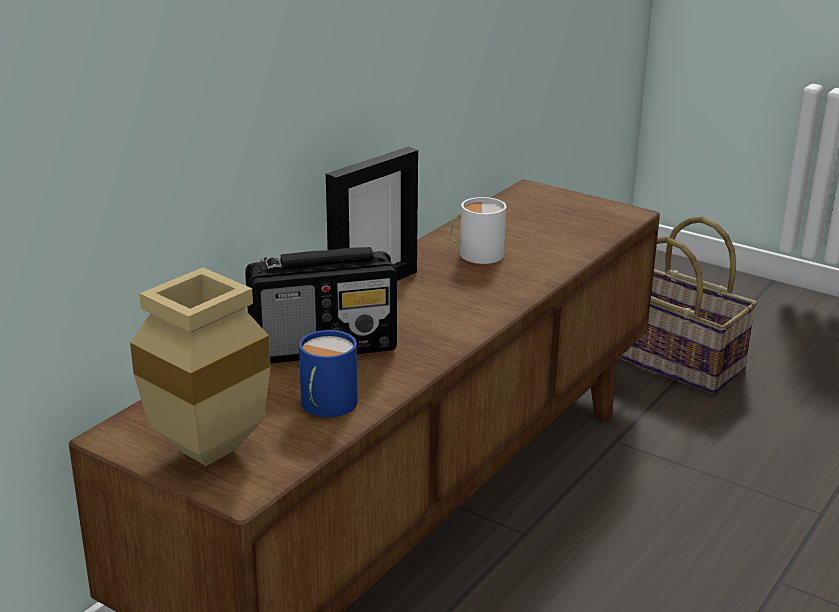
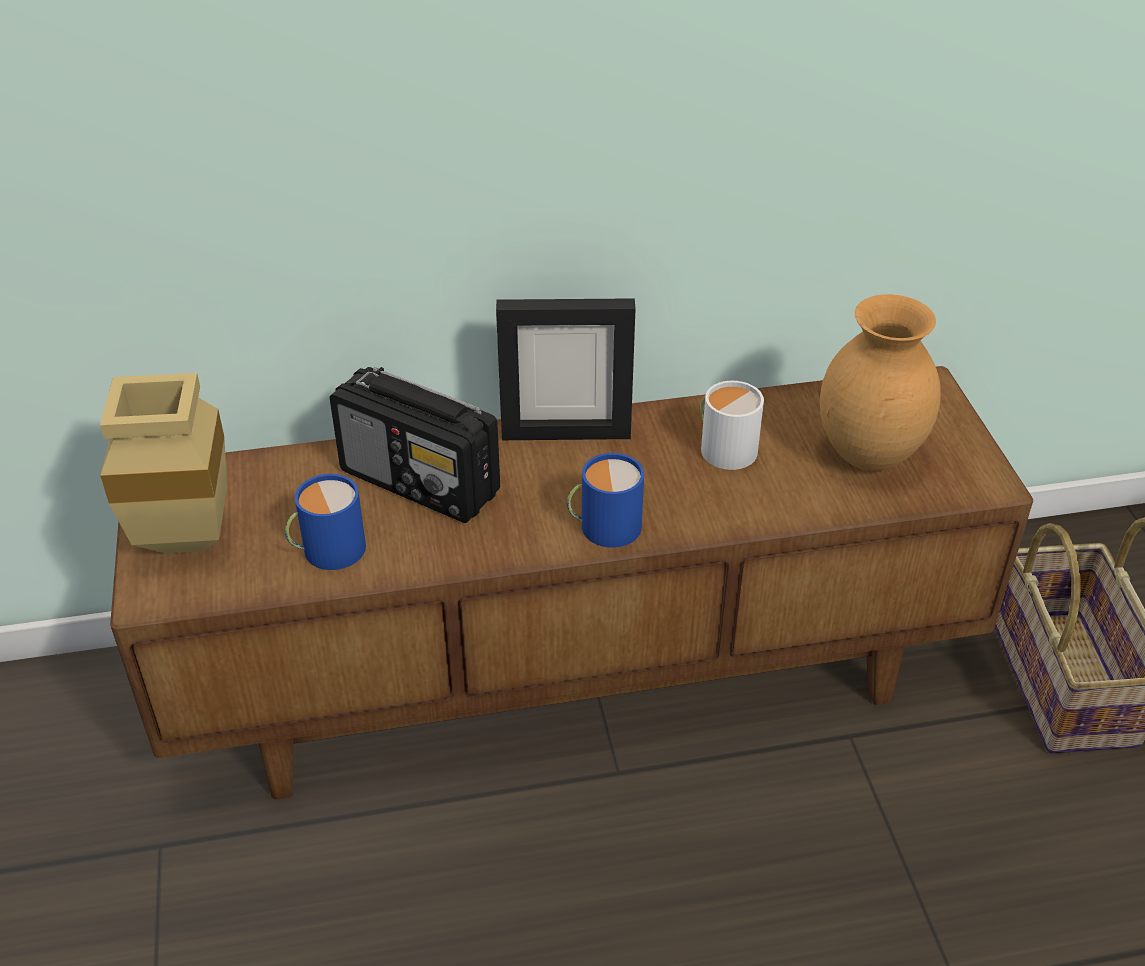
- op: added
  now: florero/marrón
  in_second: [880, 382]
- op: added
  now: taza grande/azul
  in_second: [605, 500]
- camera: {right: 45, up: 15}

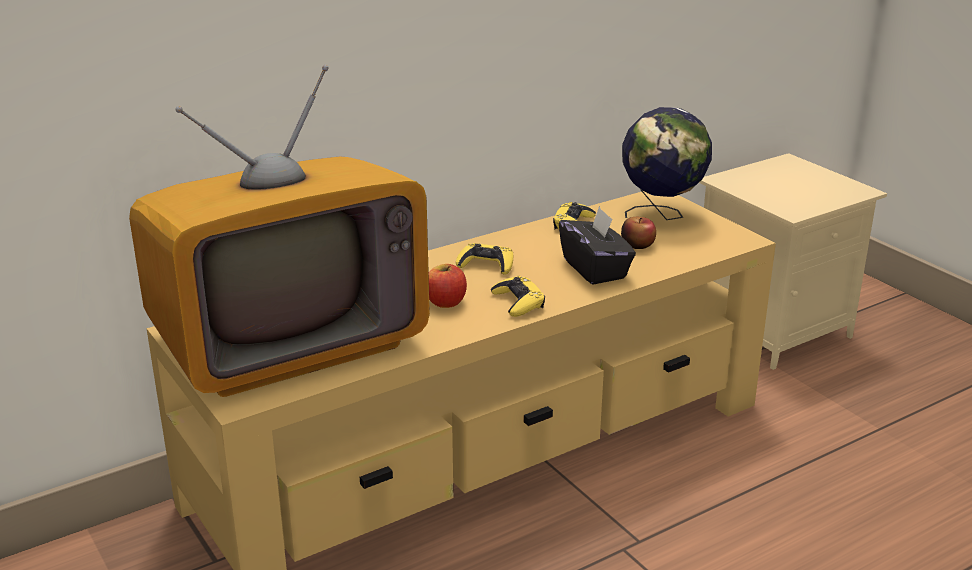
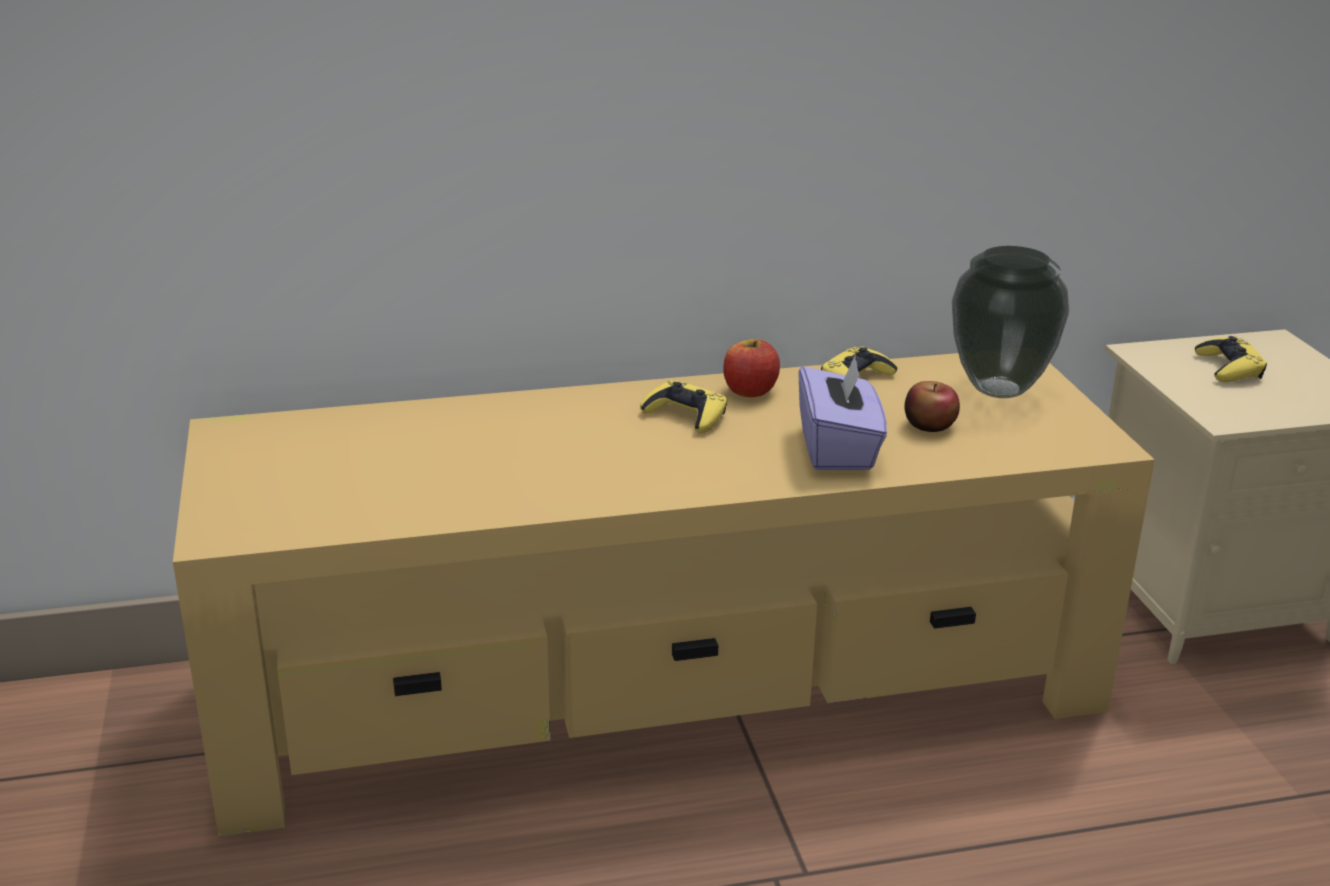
- op: removed
  was: televisor
  in_first: [279, 231]
- op: replaced
  was: globo terráqueo
  now: florero
  in_first: [667, 163]
  in_second: [1010, 322]
- op: recoloured
  was: caja de pañuelos/negro
  now: caja de pañuelos/morado
  in_first: [597, 245]
  in_second: [842, 412]
- op: moved
  was: manzana
  in_first: [448, 286]
  in_second: [751, 368]
- op: moved
  was: mando de consola/amarillo
  in_first: [518, 296]
  in_second: [1231, 359]
- camera: {right: 20, up: 0}

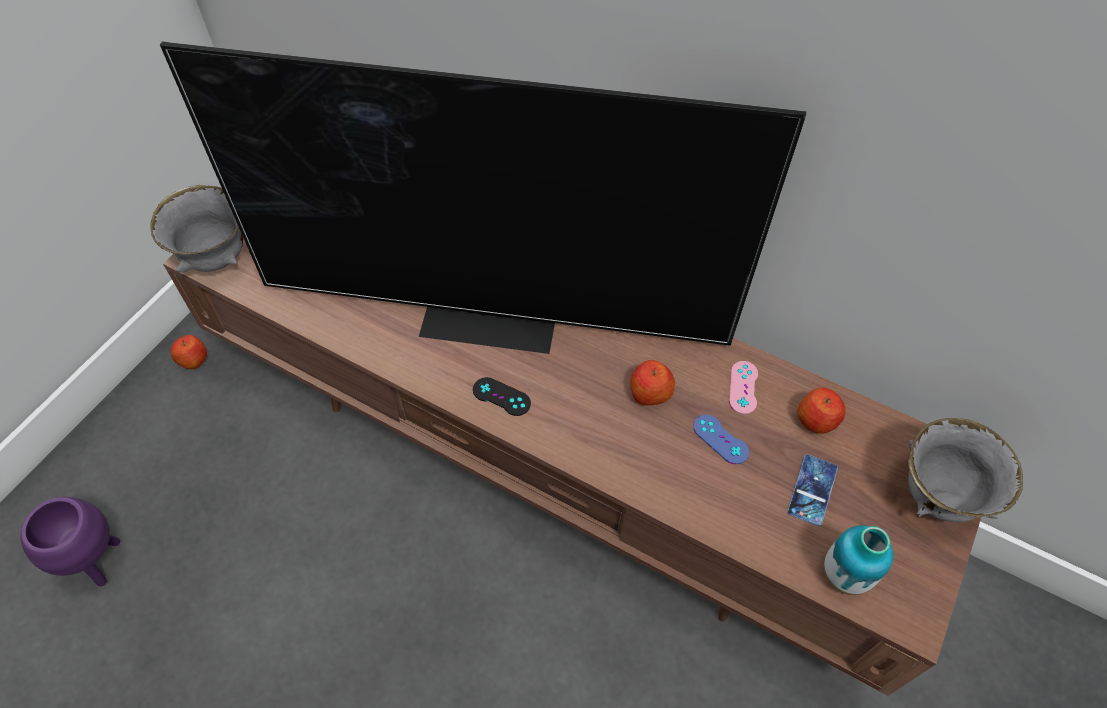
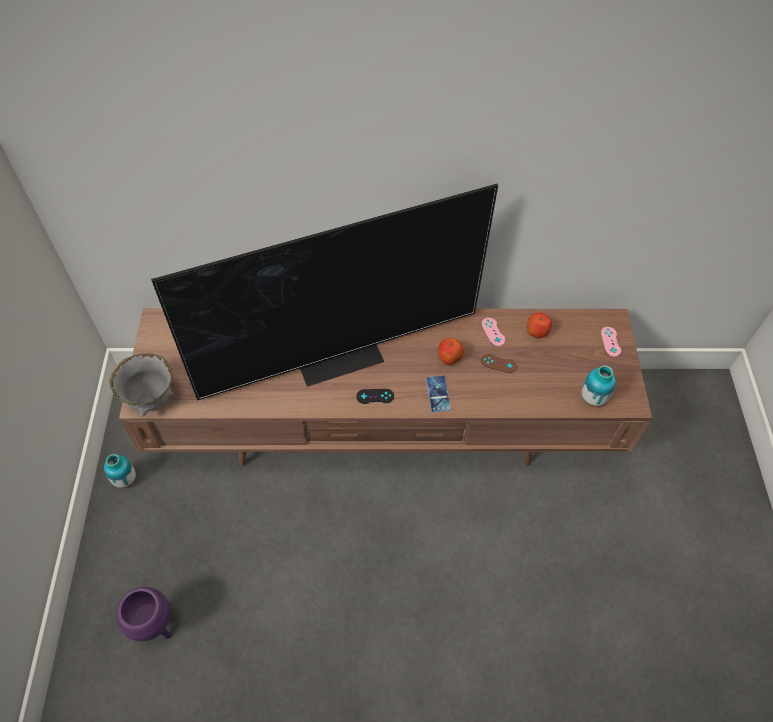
- op: replaced
  was: manzana
  now: florero
  in_first: [189, 352]
  in_second: [120, 471]
- op: recoloured
  was: mando de consola/azul
  now: mando de consola/marrón
  in_first: [721, 439]
  in_second: [499, 363]
- op: replaced
  was: cuenco/gris
  now: mando de consola/rosa
  in_first: [965, 470]
  in_second: [611, 342]
- op: moved
  was: móvil
  in_first: [812, 490]
  in_second: [438, 394]
- camera: {right: -30, up: 0}

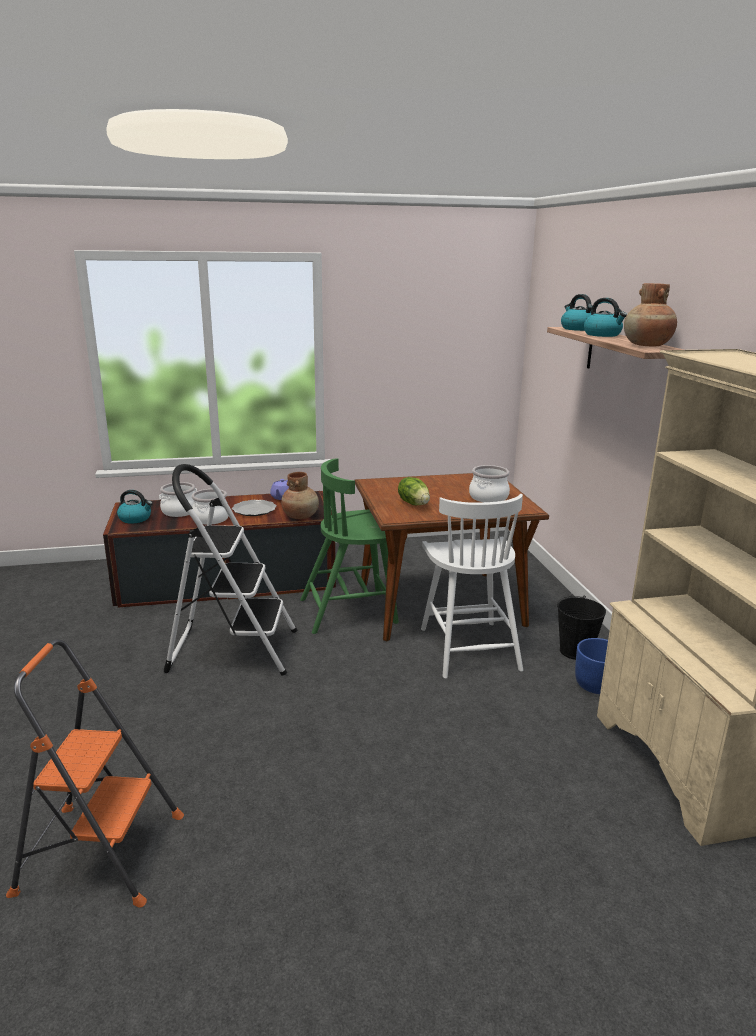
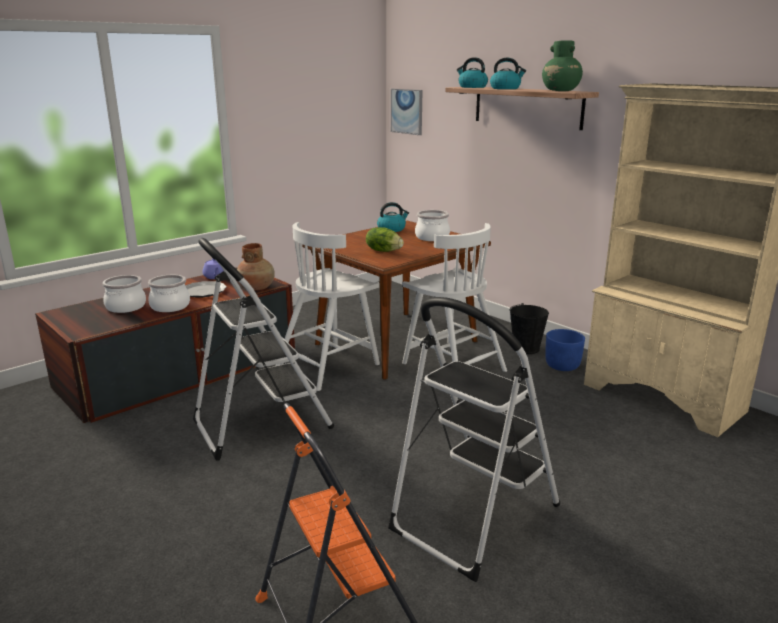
- op: recoloured
  was: florero/marrón
  now: florero/verde
  in_first: [650, 314]
  in_second: [562, 65]
- op: recoloured
  was: silla/verde
  now: silla/blanco
  in_first: [349, 546]
  in_second: [328, 306]
- op: moved
  was: hervidor
  in_first: [135, 507]
  in_second: [393, 217]
- op: added
  now: cuadro
  in_second: [407, 112]
- op: added
  now: escalera de tijera
  in_second: [474, 439]
- camera: {right: -30, up: 0}

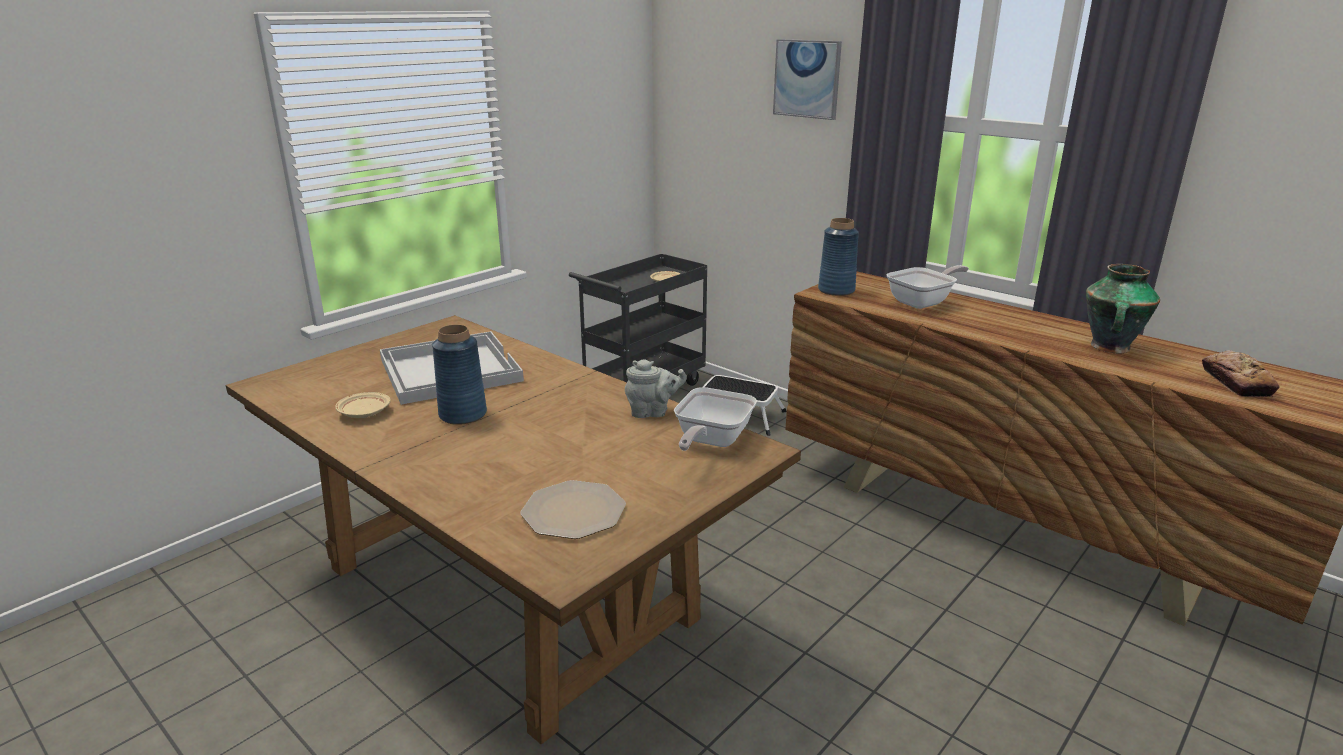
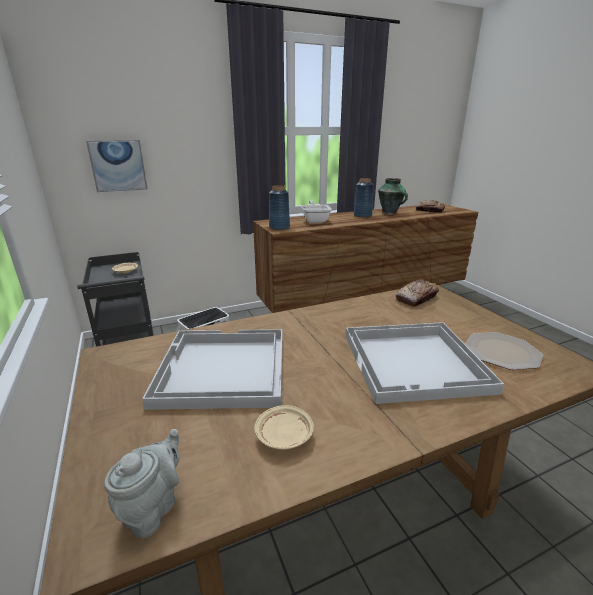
- op: moved
  was: cuadro
  in_first: [807, 79]
  in_second: [116, 166]
- op: moved
  was: florero/azul
  in_first: [459, 375]
  in_second: [364, 198]
- op: moved
  was: tetera/gris
  in_first: [656, 389]
  in_second: [142, 484]
- op: replaced
  was: sartén
  now: pan
  in_first: [715, 419]
  in_second: [417, 293]
- op: added
  now: bandeja/blanco
  in_second: [424, 363]
- camera: {right: -65, up: 0}

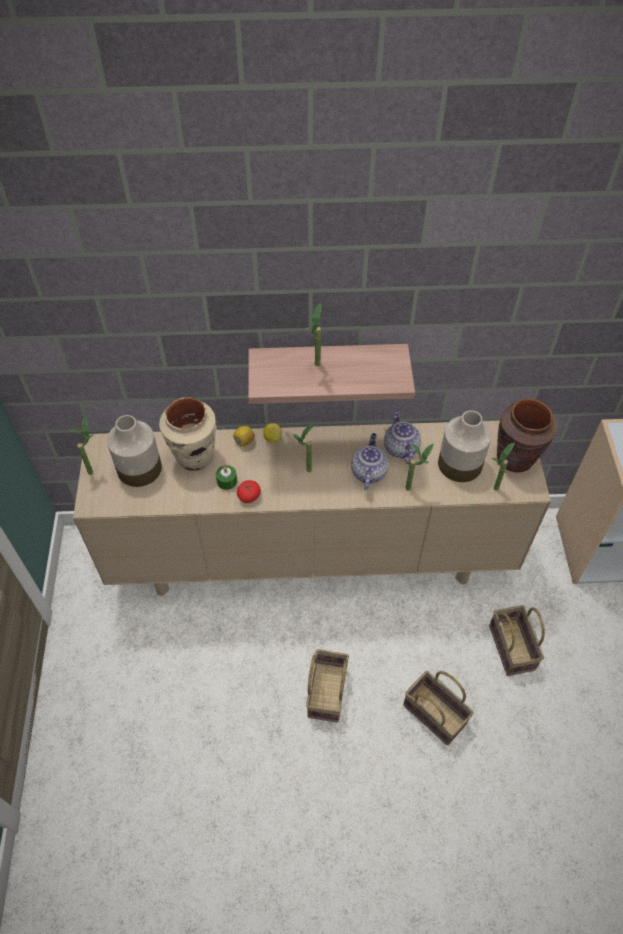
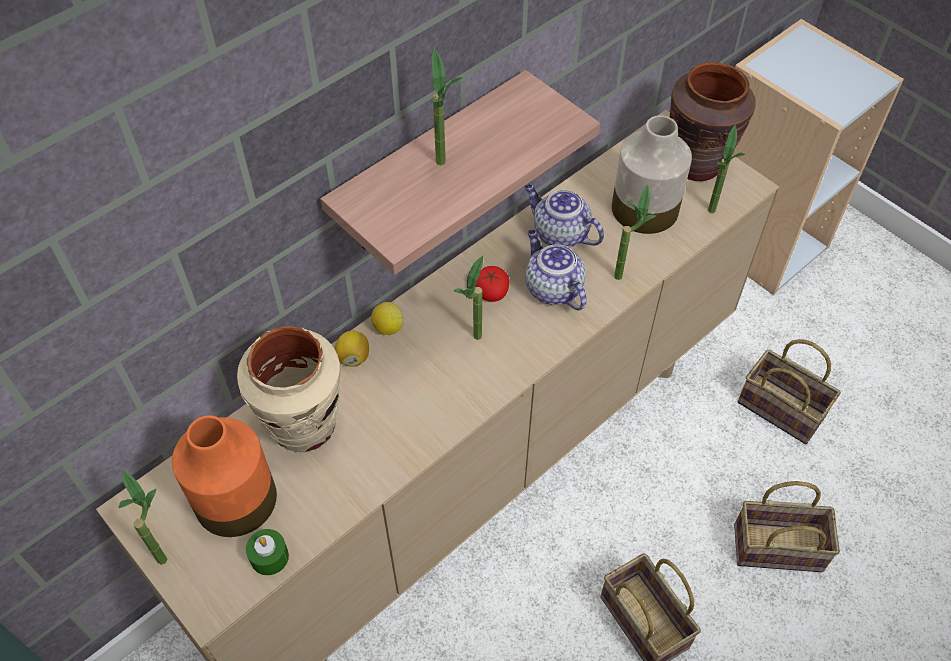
- op: recoloured
  was: florero/beis
  now: florero/naranja
  in_first: [134, 451]
  in_second: [224, 476]
- op: moved
  was: vela/verde
  in_first: [226, 477]
  in_second: [267, 552]
- op: moved
  was: tomate
  in_first: [249, 491]
  in_second: [493, 284]
- camera: {right: -40, up: 0}

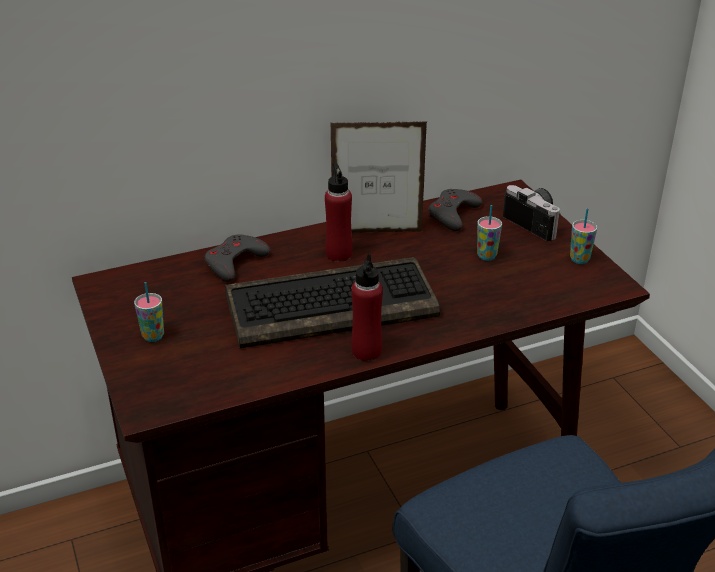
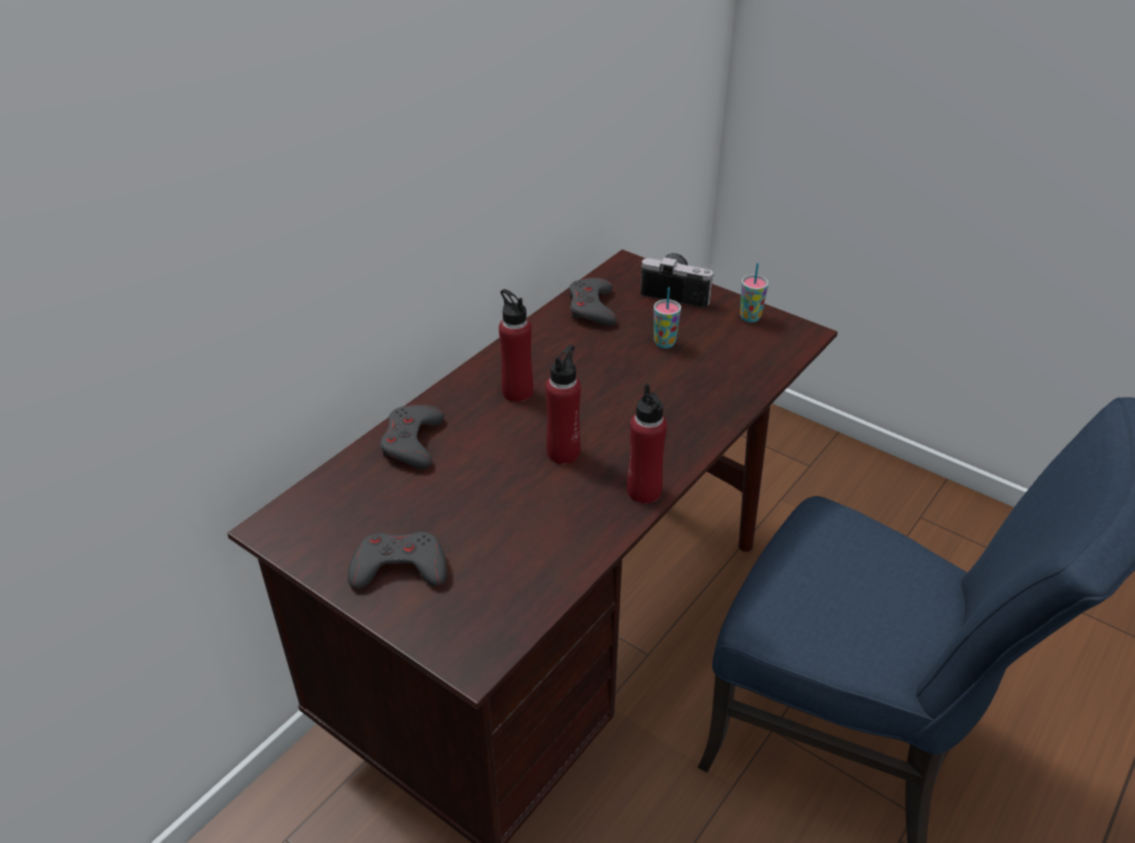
- op: removed
  was: portarretratos
  in_first: [379, 177]
- op: replaced
  was: teclado
  now: botella/rojo
  in_first: [332, 302]
  in_second: [563, 404]
- op: replaced
  was: taza
  now: mando de consola/gris
  in_first: [149, 312]
  in_second: [397, 560]
- camera: {right: -30, up: 5}

